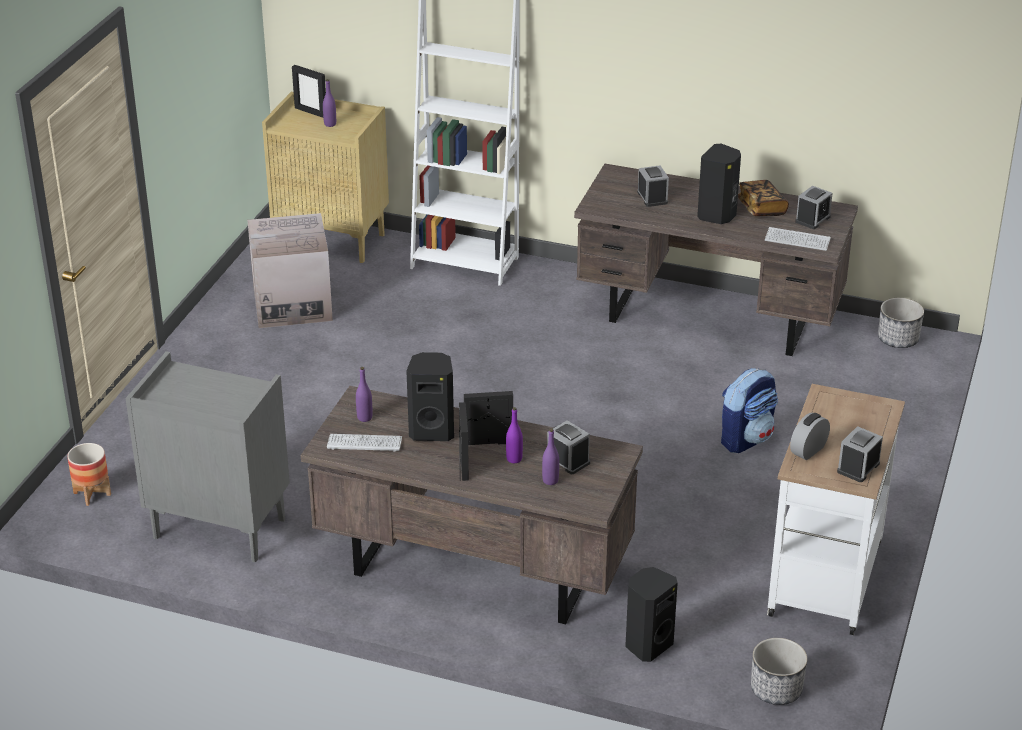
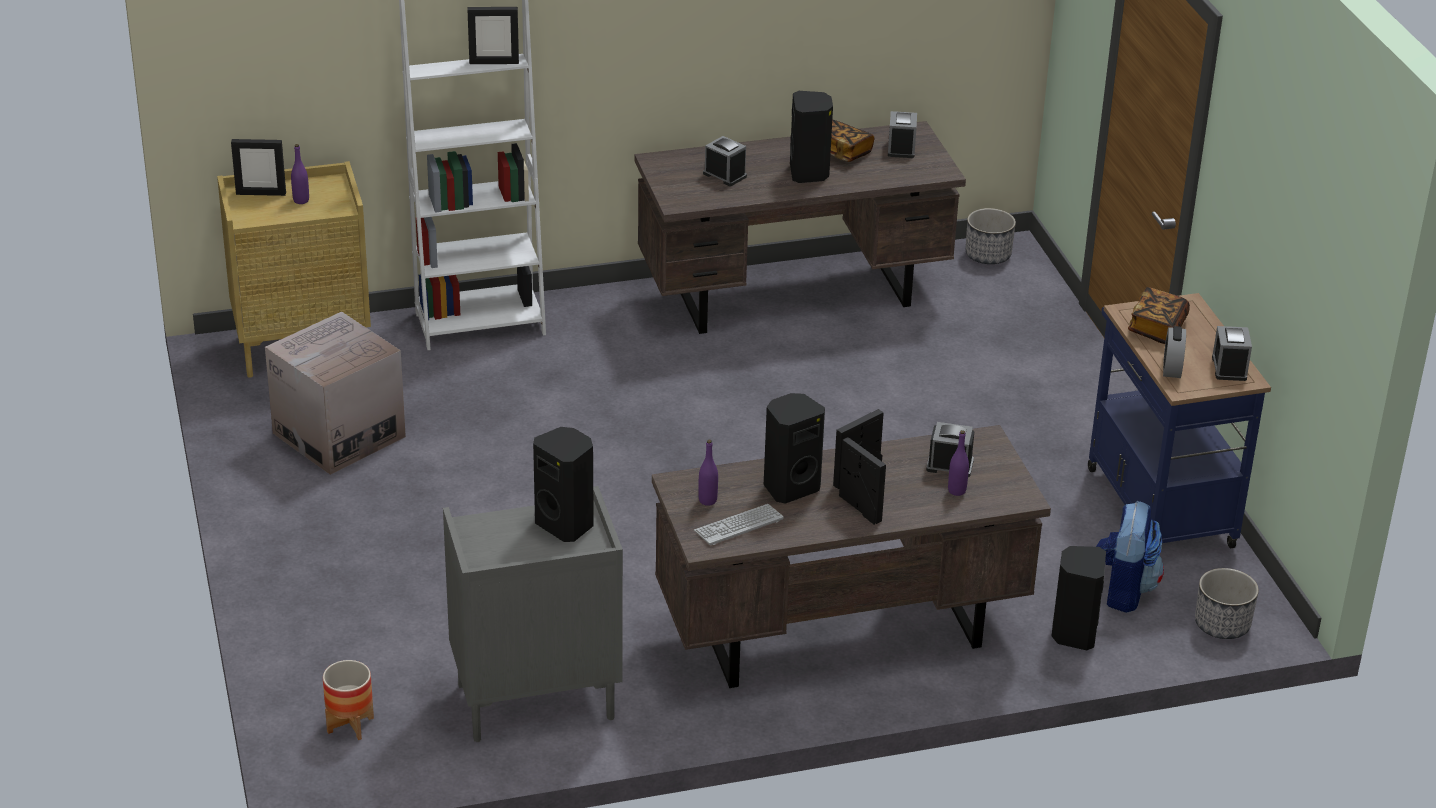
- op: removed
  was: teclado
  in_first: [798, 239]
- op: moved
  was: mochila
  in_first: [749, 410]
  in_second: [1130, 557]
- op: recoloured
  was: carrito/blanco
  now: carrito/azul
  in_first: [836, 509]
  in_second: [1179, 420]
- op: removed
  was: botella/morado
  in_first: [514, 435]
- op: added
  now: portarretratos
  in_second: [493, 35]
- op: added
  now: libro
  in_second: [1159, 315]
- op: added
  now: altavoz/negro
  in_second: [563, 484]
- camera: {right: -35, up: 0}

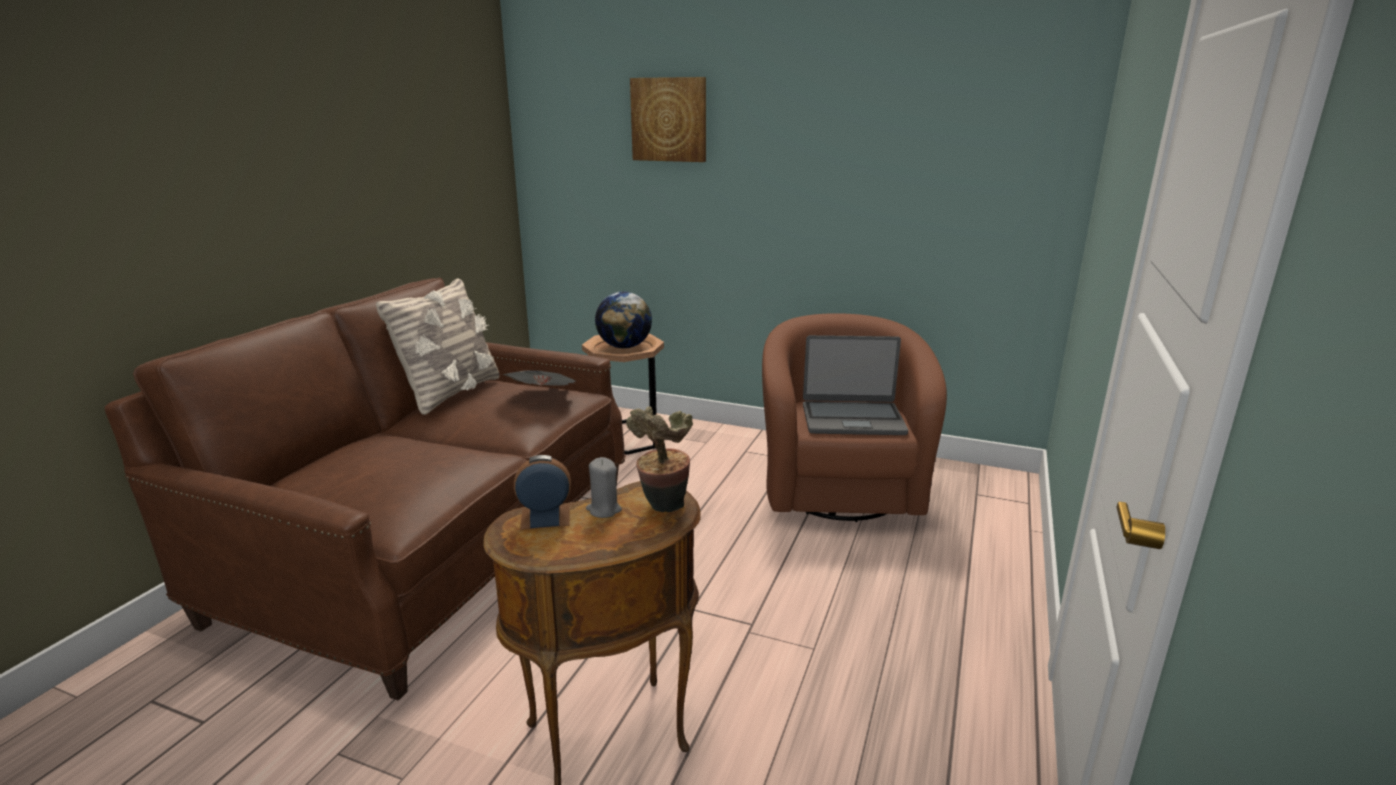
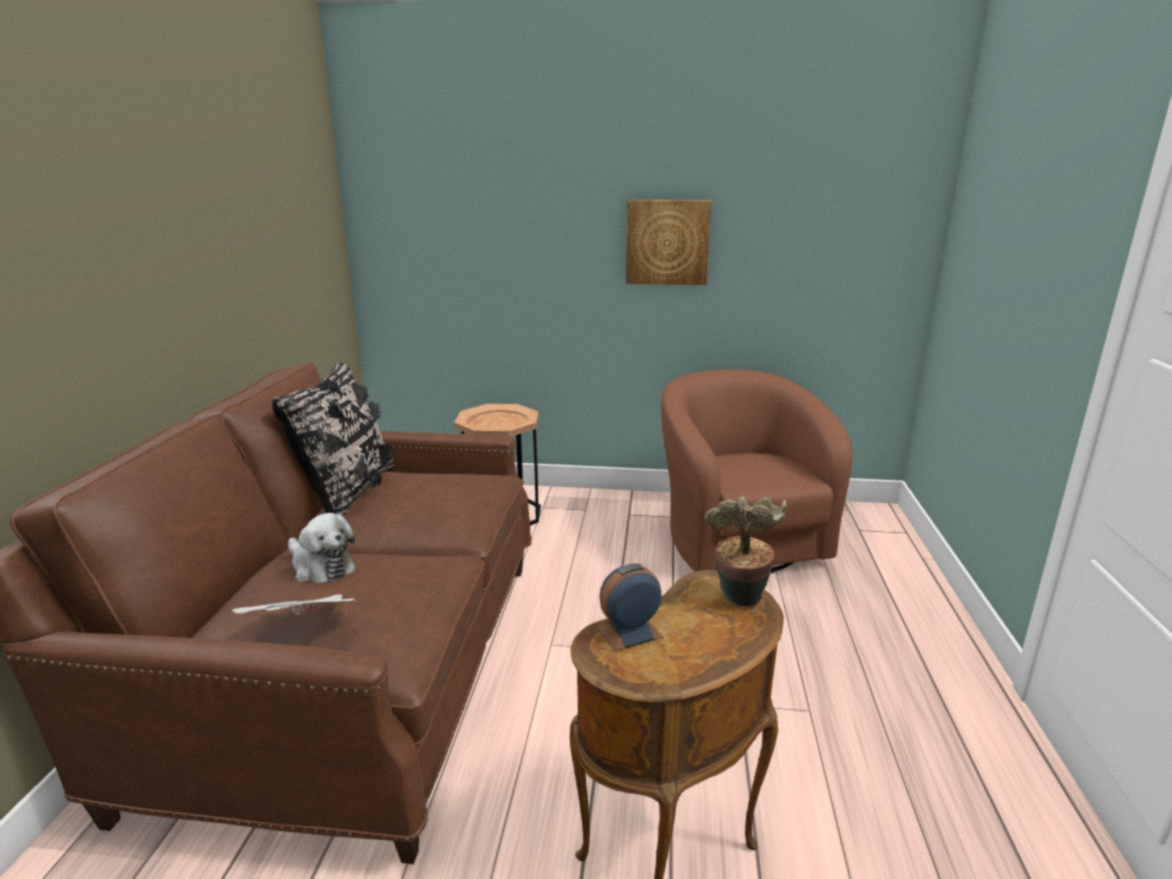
- op: moved
  was: cuadro
  in_first: [668, 119]
  in_second: [668, 242]
- op: recoloured
  was: cojín/beis
  now: cojín/negro
  in_first: [437, 347]
  in_second: [333, 439]
- op: removed
  was: globo terráqueo
  in_first: [623, 320]
- op: removed
  was: portátil
  in_first: [855, 385]
- op: moved
  was: periódico
  in_first: [539, 378]
  in_second: [292, 604]
- op: removed
  was: vela/gris
  in_first: [604, 487]
- op: added
  now: peluche
  in_second: [322, 548]
- camera: {right: -15, up: 0}

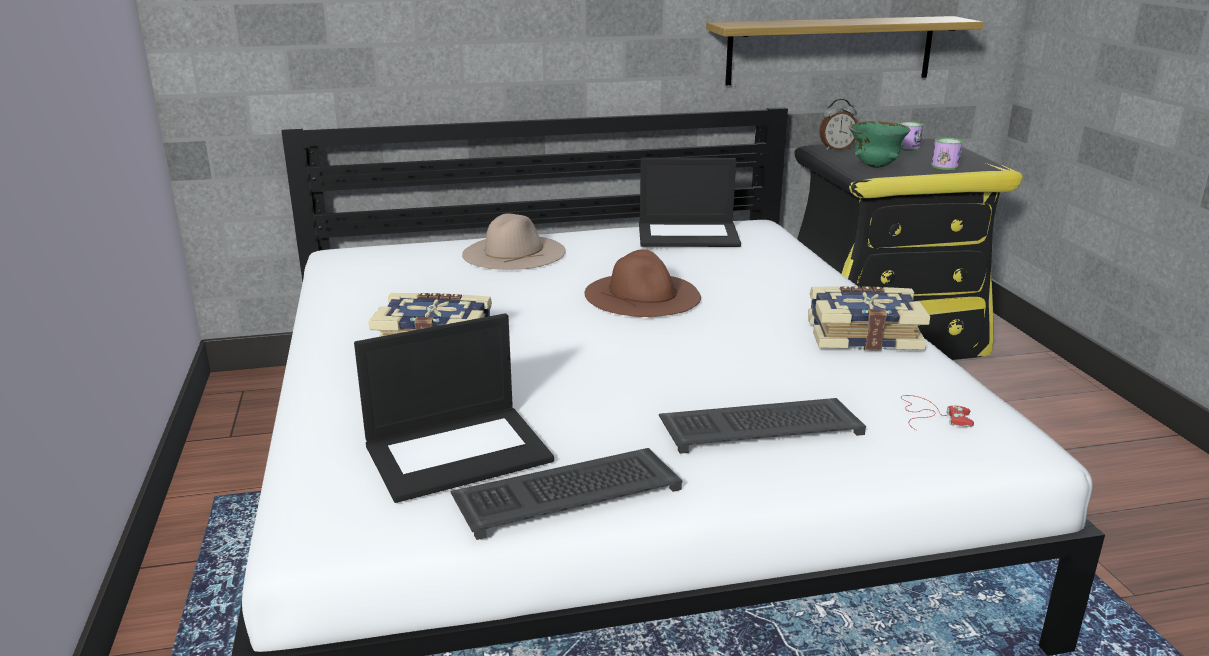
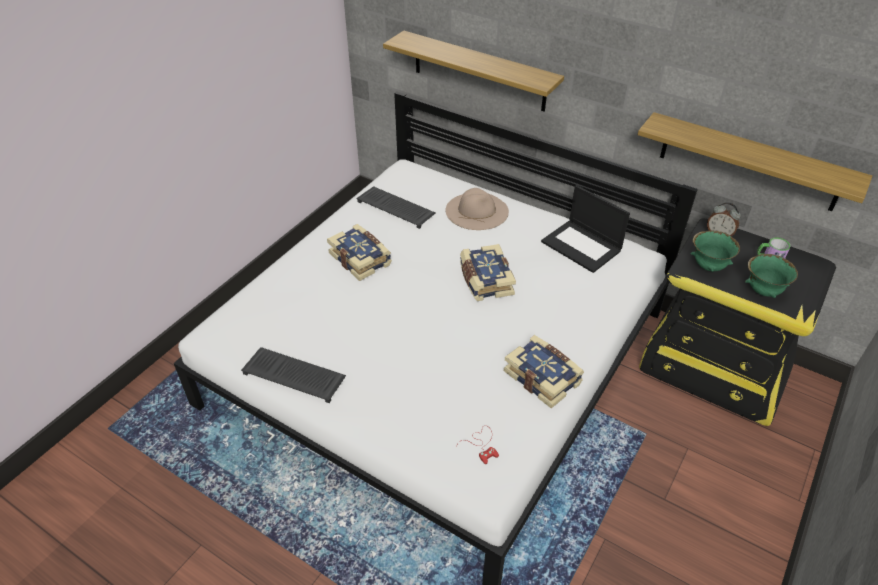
- op: replaced
  was: taza grande
  now: cuenco/verde
  in_first: [947, 154]
  in_second: [771, 276]
- op: replaced
  was: sombrero/marrón
  now: libro
  in_first: [643, 283]
  in_second: [488, 272]
- op: removed
  was: portátil
  in_first: [454, 408]
- op: moved
  was: teclado
  in_first: [762, 426]
  in_second: [395, 207]
- op: added
  now: estante
  in_second: [473, 71]
- camera: {right: 45, up: 20}

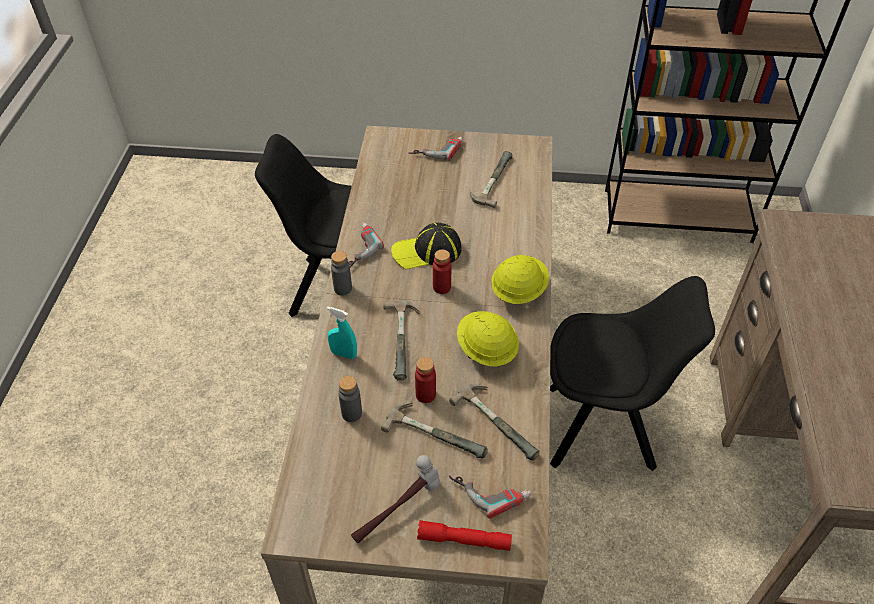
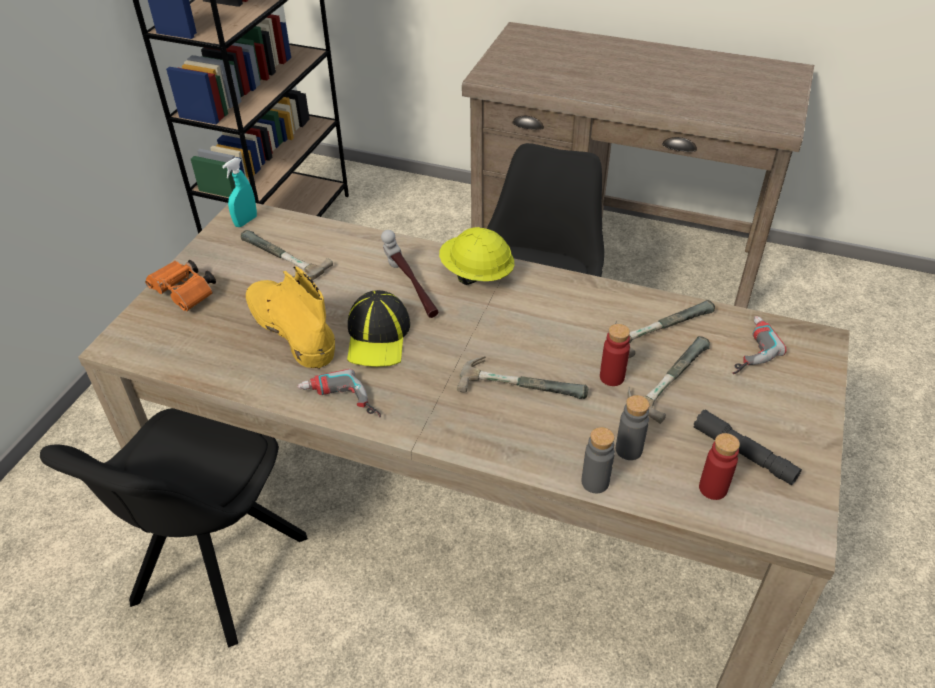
- op: replaced
  was: taladro
  now: prismáticos/naranja
  in_first: [435, 149]
  in_second: [180, 285]
- op: moved
  was: botella/rojo
  in_first: [442, 271]
  in_second: [719, 466]
- op: moved
  was: botella/gris
  in_first: [341, 273]
  in_second: [598, 460]
- op: moved
  was: pulverizador/turquesa
  in_first: [342, 333]
  in_second: [239, 192]
- op: removed
  was: casco/amarillo
  in_first: [488, 338]
- op: moved
  was: martillo
  in_first: [395, 499]
  in_second: [409, 274]
- op: removed
  was: linterna/rojo
  in_first: [464, 535]
- op: added
  now: bota/amarillo
  in_second: [290, 318]
- op: added
  now: linterna/gris
  in_second: [747, 447]
- camera: {right: -75, up: -5}

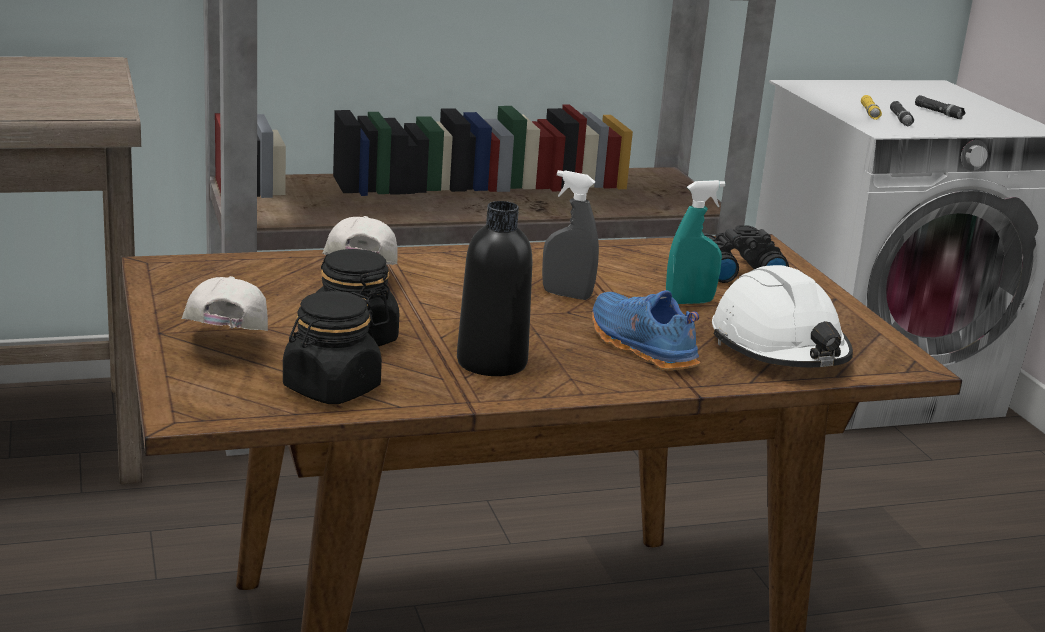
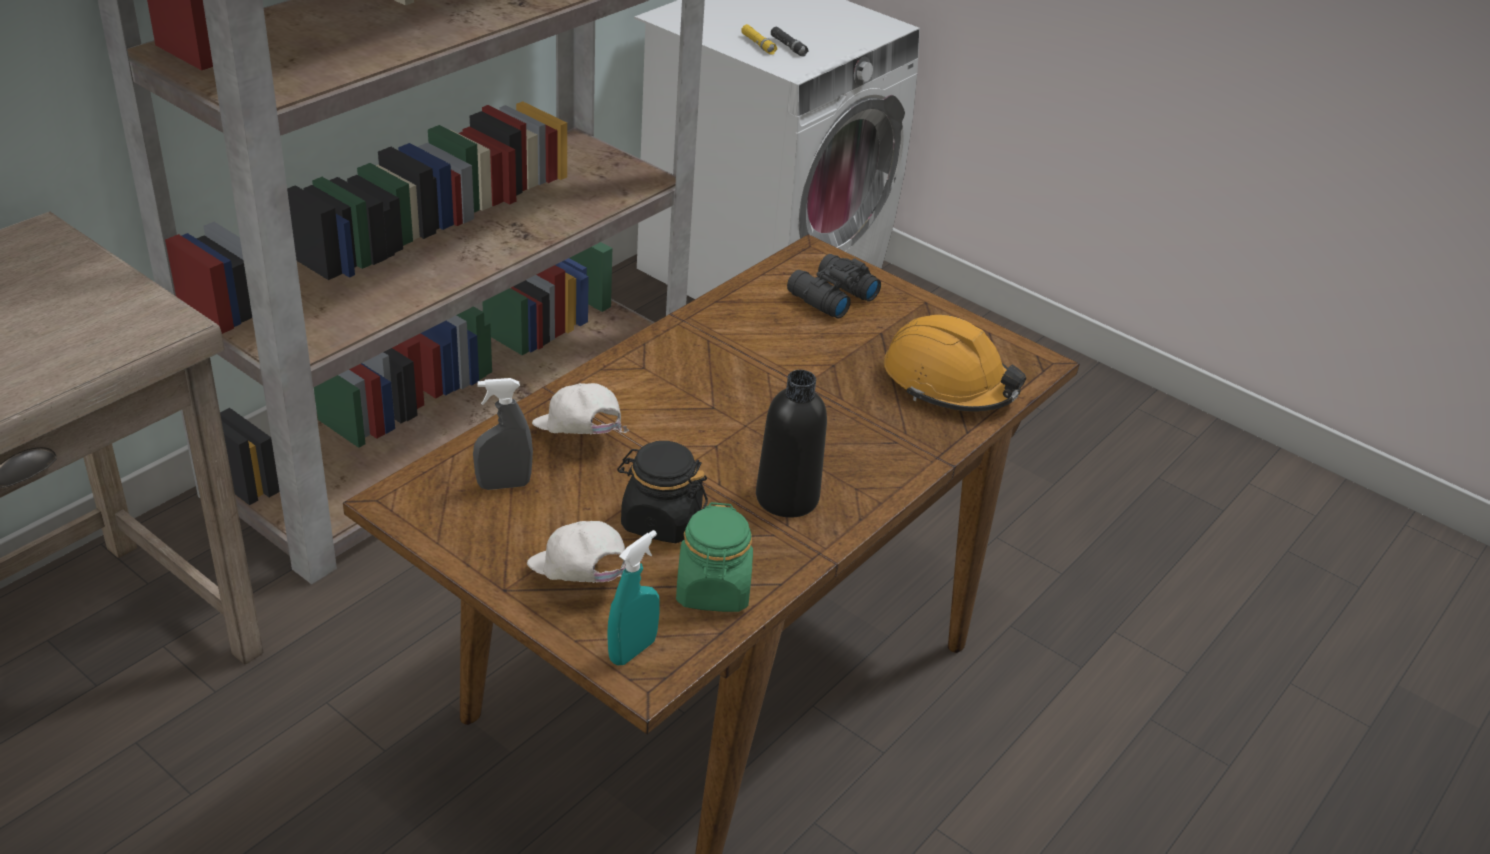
- op: removed
  was: linterna/negro
  in_first: [940, 107]
- op: moved
  was: pulverizador/gris
  in_first: [570, 235]
  in_second: [503, 434]
- op: moved
  was: pulverizador/turquesa
  in_first: [696, 242]
  in_second: [633, 597]
- op: recoloured
  was: casco/blanco
  now: casco/naranja
  in_first: [782, 316]
  in_second: [955, 363]
- op: removed
  was: zapato/azul
  in_first: [646, 330]
- op: recoloured
  was: tarro/negro
  now: tarro/verde
  in_first: [332, 347]
  in_second: [714, 557]
- camera: {right: -35, up: 15}

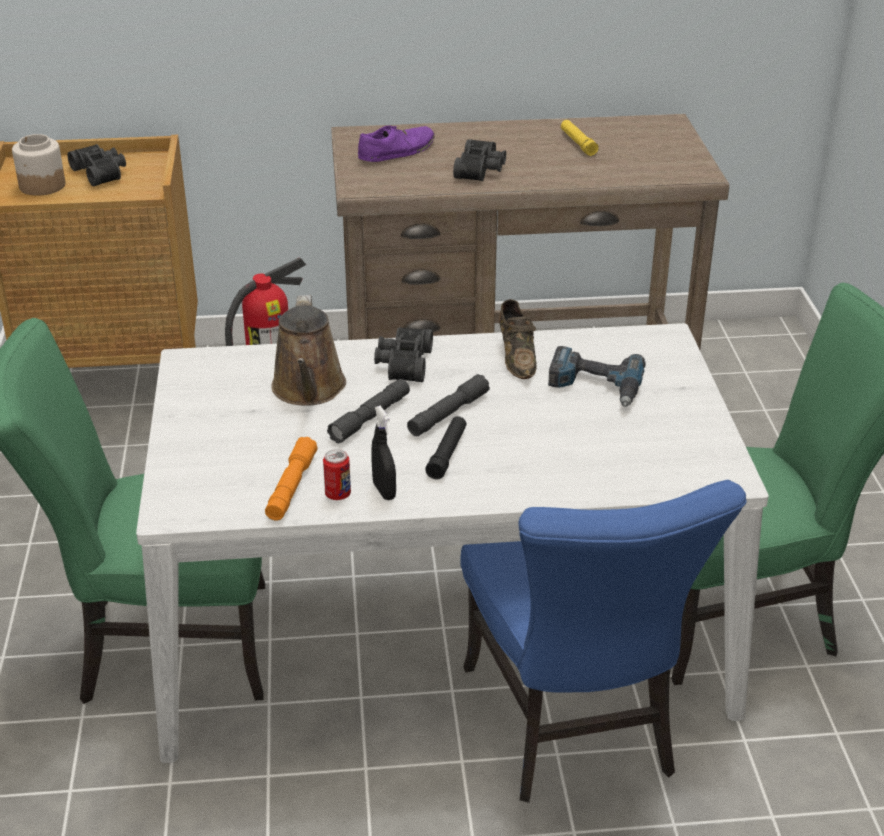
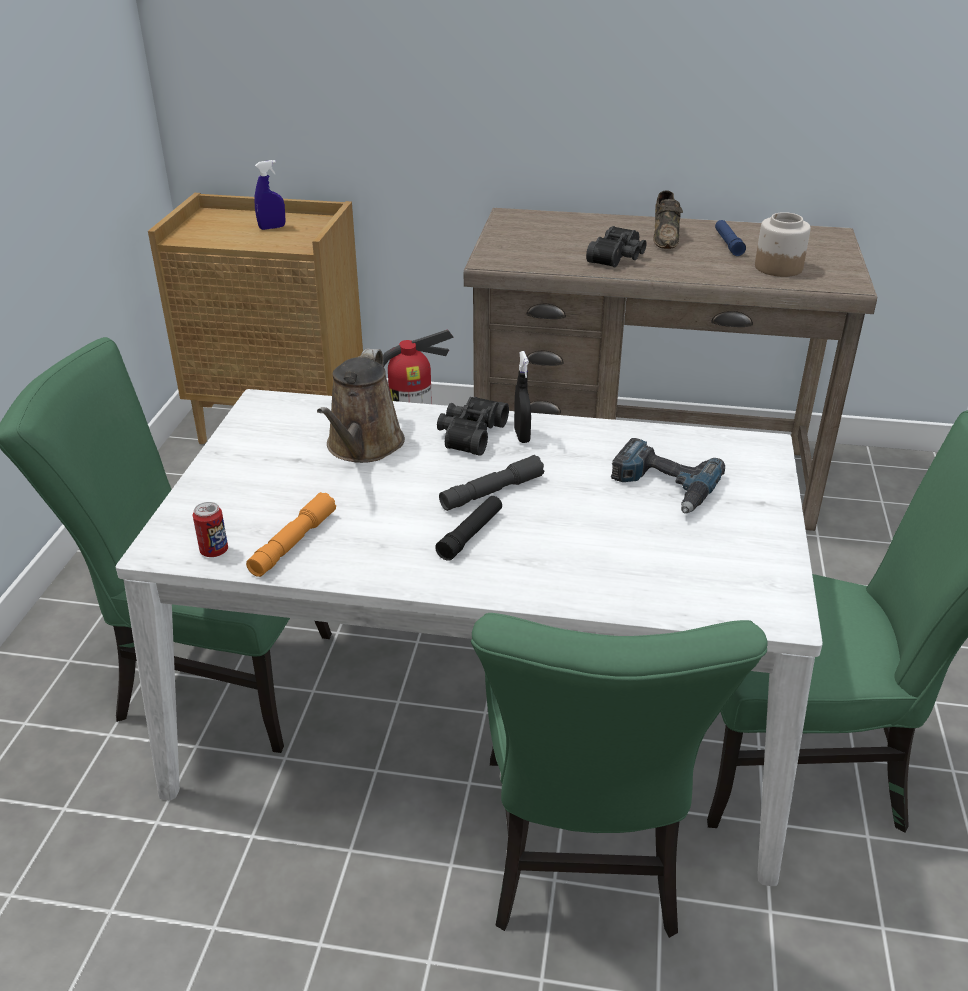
- op: recoloured
  was: linterna/amarillo
  now: linterna/azul
  in_first: [580, 138]
  in_second: [730, 238]
- op: removed
  was: zapato/morado
  in_first: [396, 143]
- op: moved
  was: tarro
  in_first: [38, 165]
  in_second: [783, 244]
- op: replaced
  was: prismáticos/negro
  now: pulverizador/azul
  in_first: [96, 165]
  in_second: [270, 195]
- op: moved
  was: zapato/marrón
  in_first: [518, 339]
  in_second: [668, 219]
- op: removed
  was: linterna/gris
  in_first: [368, 411]
- op: moved
  was: pulverizador/negro
  in_first: [383, 453]
  in_second: [522, 397]
- op: moved
  was: lata
  in_first: [337, 474]
  in_second: [210, 529]
- op: recoloured
  was: silla/azul
  now: silla/verde
  in_first: [603, 641]
  in_second: [619, 775]
- camera: {right: 15, up: 0}

